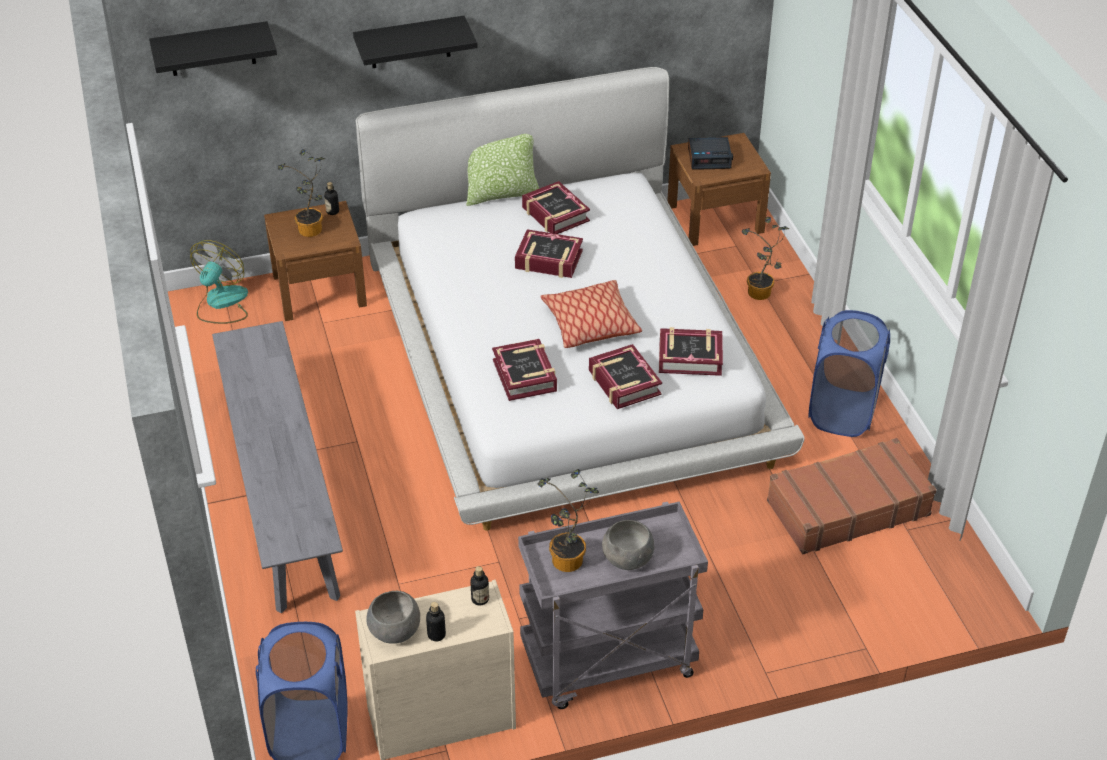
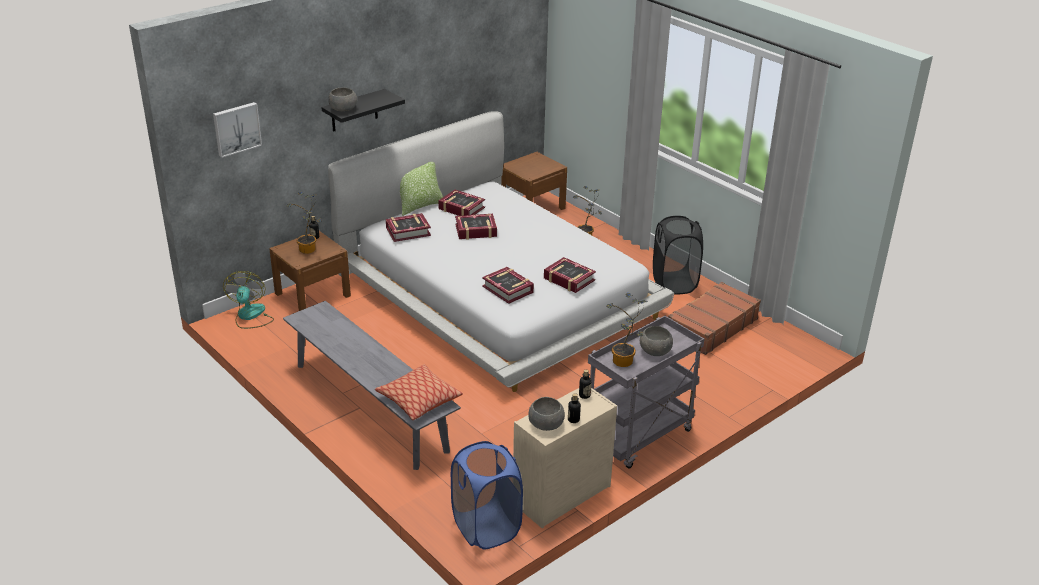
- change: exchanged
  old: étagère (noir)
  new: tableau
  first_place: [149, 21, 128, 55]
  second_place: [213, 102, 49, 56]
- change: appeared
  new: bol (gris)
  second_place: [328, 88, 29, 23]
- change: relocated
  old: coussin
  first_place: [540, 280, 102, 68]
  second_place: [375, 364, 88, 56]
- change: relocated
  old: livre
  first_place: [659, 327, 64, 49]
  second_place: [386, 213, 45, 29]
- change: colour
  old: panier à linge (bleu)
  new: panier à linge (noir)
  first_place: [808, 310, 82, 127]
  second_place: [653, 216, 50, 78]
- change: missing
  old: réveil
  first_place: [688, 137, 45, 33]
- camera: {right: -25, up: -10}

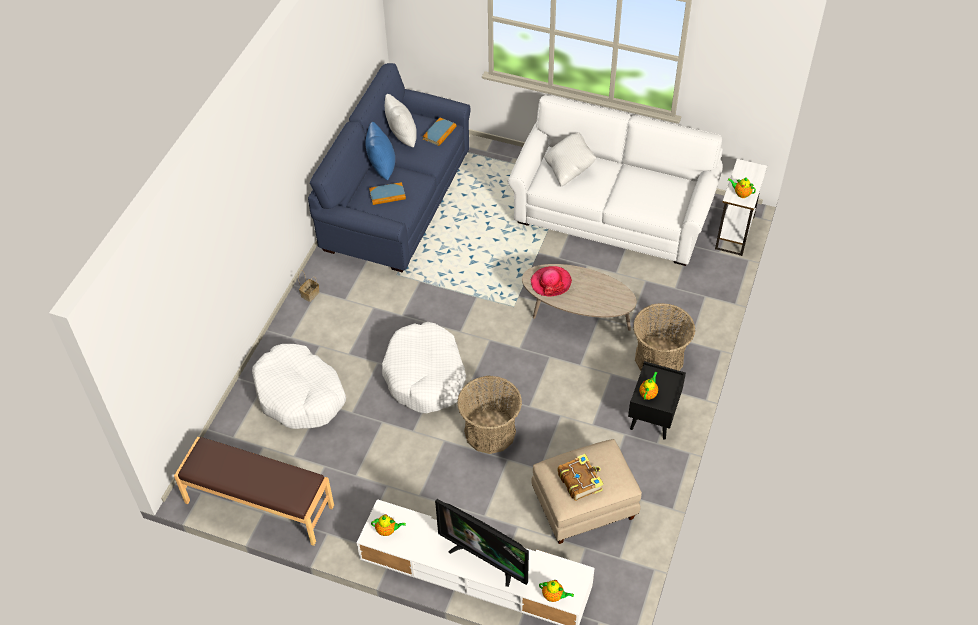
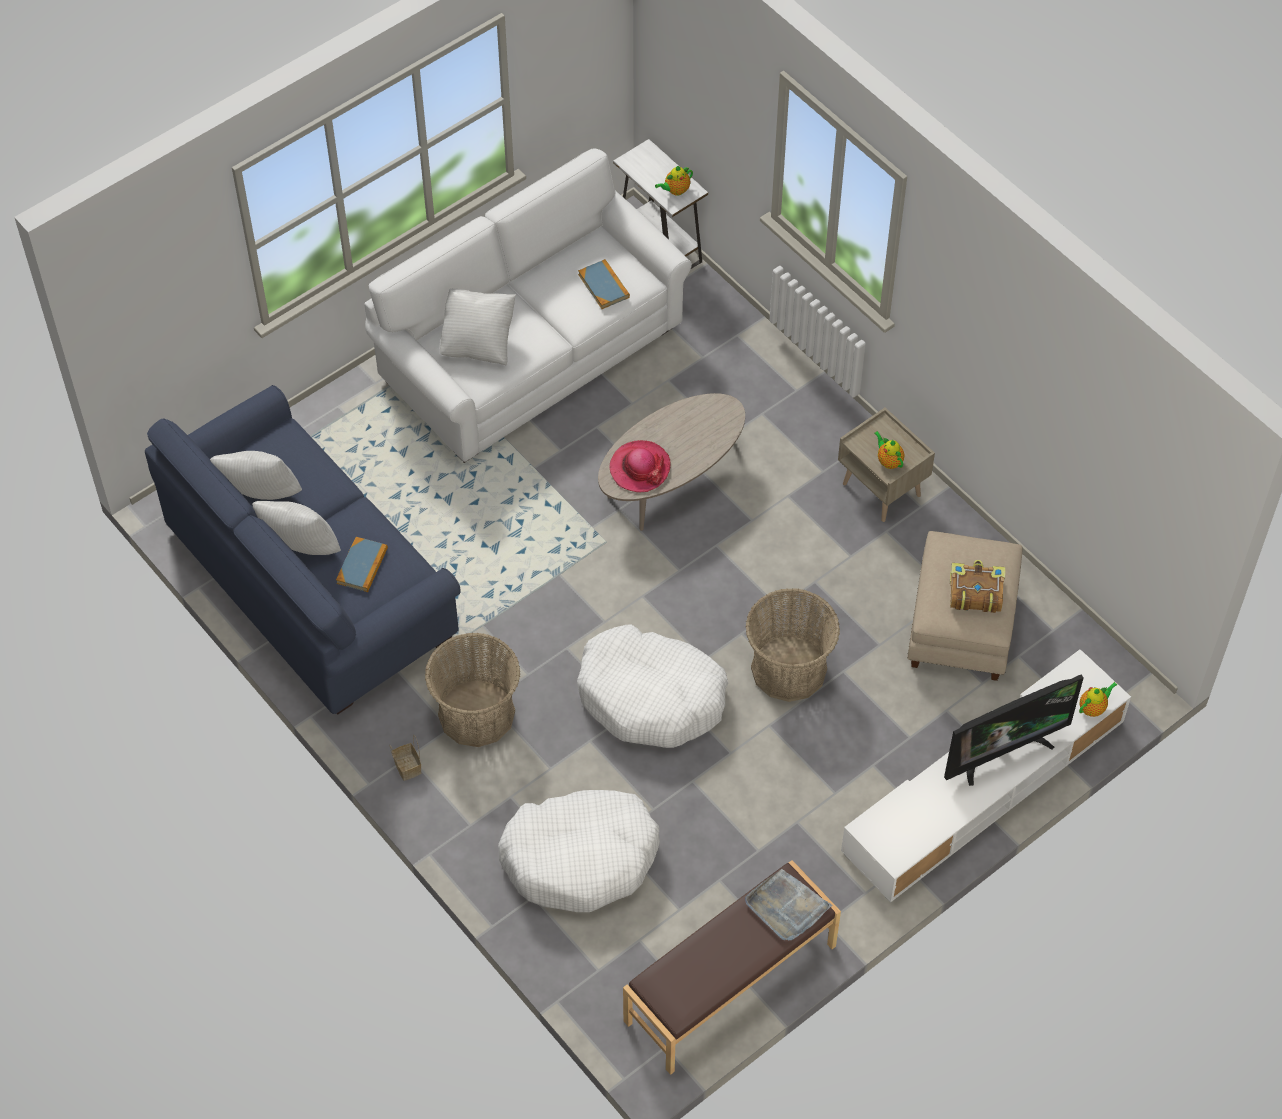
- change: colour
  old: coussin (bleu)
  new: coussin (blanc)
  first_place: [365, 122, 30, 58]
  second_place: [252, 501, 89, 54]
- change: relocated
  old: panier
  first_place: [633, 303, 62, 68]
  second_place: [425, 633, 96, 114]
- change: relocated
  old: livre
  first_place: [423, 118, 34, 28]
  second_place: [578, 259, 52, 50]
- change: appeared
  new: plateau (gris)
  second_place: [745, 869, 87, 71]
- change: colour
  old: table de chevet (noir)
  new: table de chevet (beige)
  first_place: [628, 361, 58, 79]
  second_place: [838, 408, 97, 114]
- change: missing
  old: théière
  first_place: [371, 514, 35, 22]
- camera: {right: -60, up: 5}

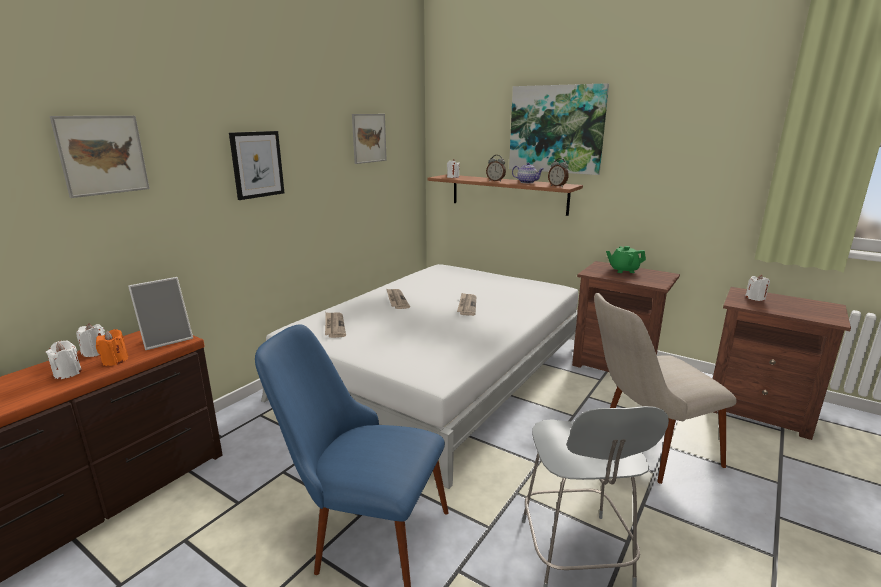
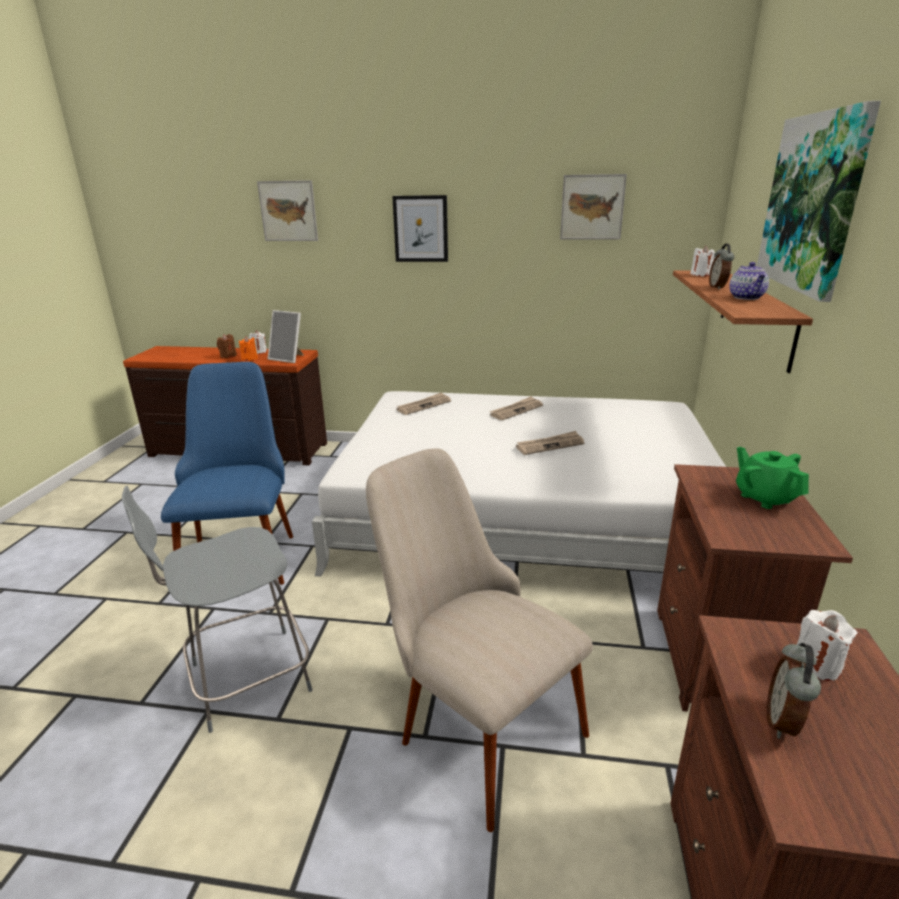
- change: colour
  old: bougie (blanc)
  new: bougie (marron)
  first_place: [46, 341, 36, 38]
  second_place: [217, 334, 20, 24]
- change: relocated
  old: réveil
  first_place: [548, 158, 21, 29]
  second_place: [767, 642, 54, 97]
- camera: {right: 65, up: 5}

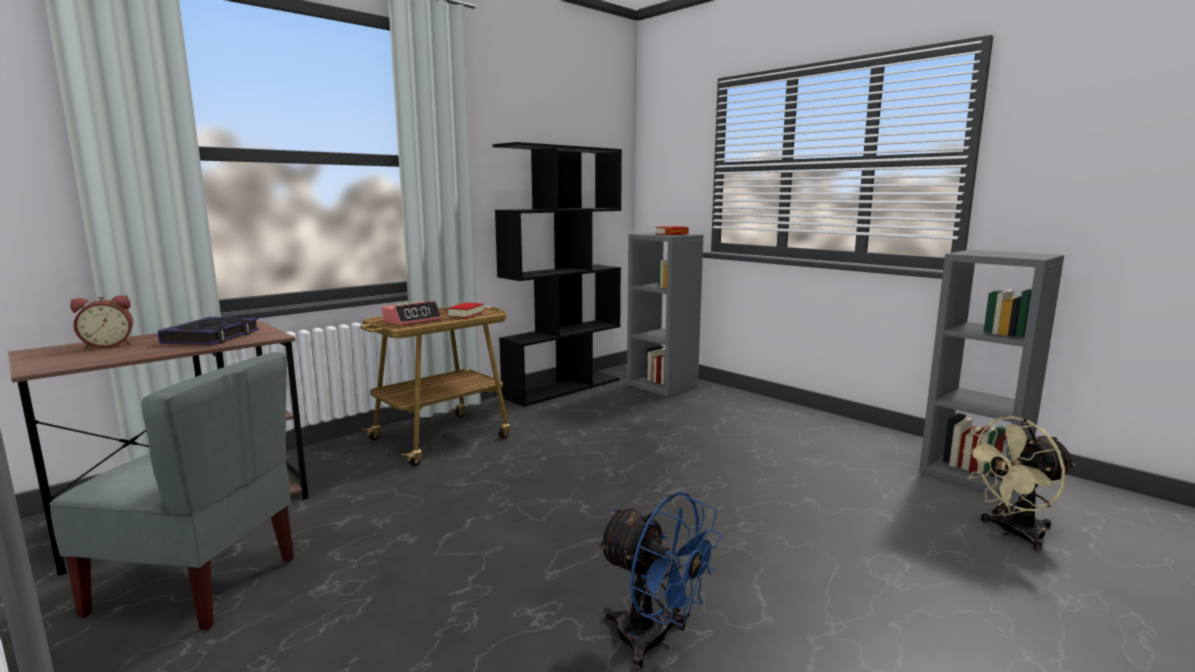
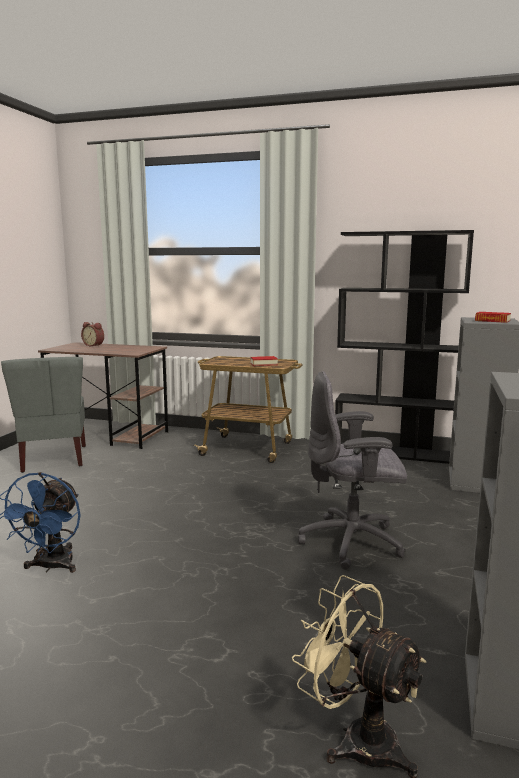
- change: appeared
  new: chaise de bureau (gris)
  second_place: [298, 371, 109, 199]
- change: missing
  old: livre
  first_place: [158, 317, 101, 28]
- change: missing
  old: réveil
  first_place: [382, 301, 60, 25]
- camera: {right: 60, up: 0}

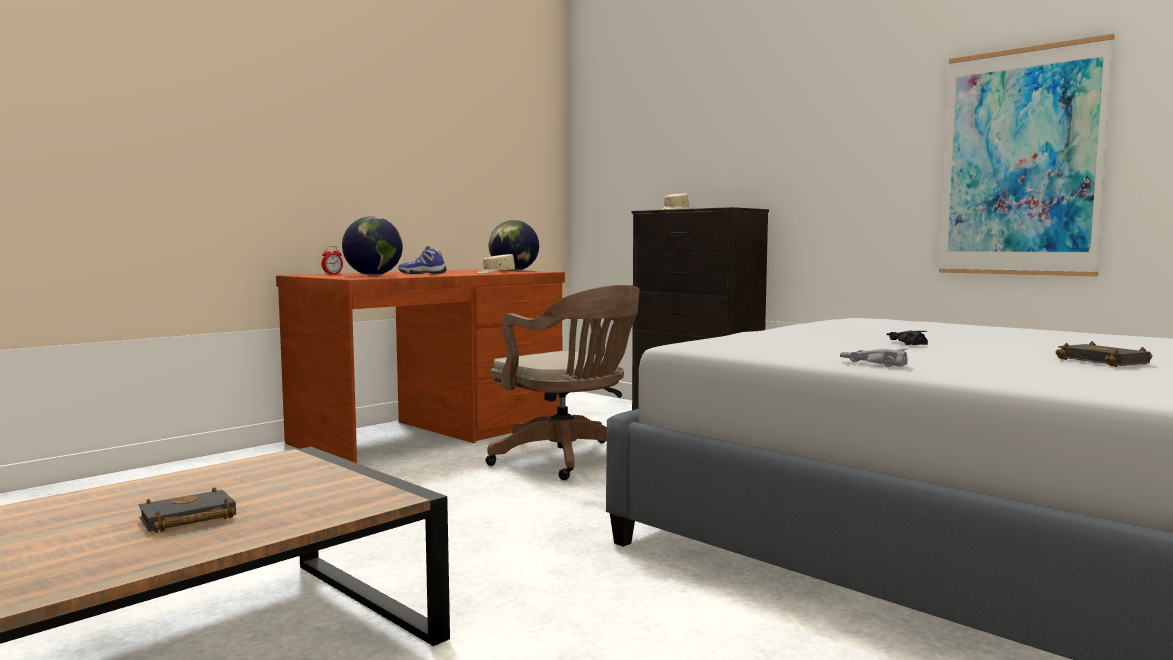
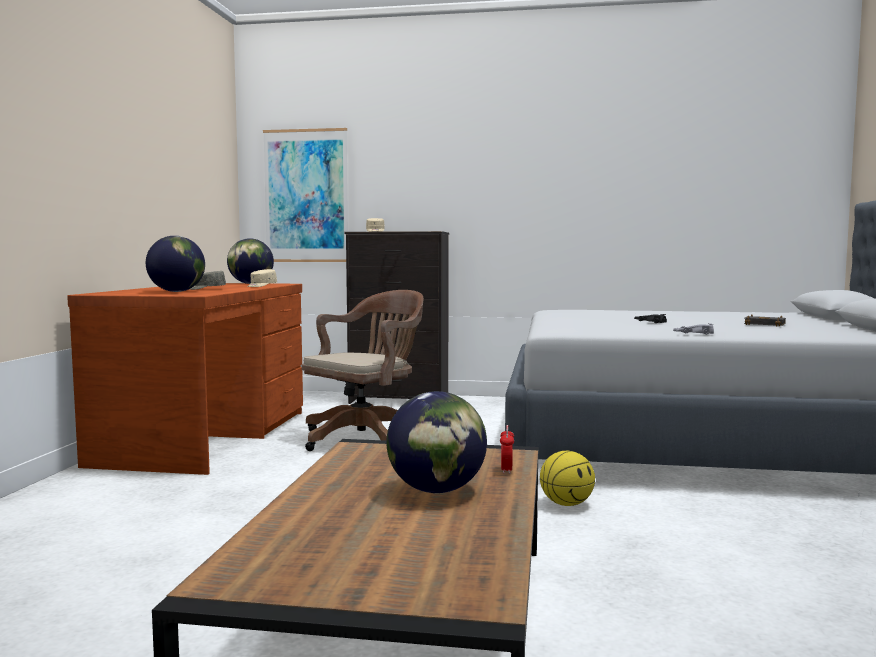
- change: exchanged
  old: chaussure
  new: casquette (gris)
  first_place: [398, 246, 48, 28]
  second_place: [189, 271, 37, 19]
- change: relocated
  old: tableau
  first_place: [939, 34, 176, 242]
  second_place: [263, 128, 85, 134]
- change: spun
  old: chaise de bureau (marron)
  first_place: [486, 285, 154, 195]
  second_place: [302, 290, 122, 161]
  degrees: -60
- change: exchanged
  old: livre (noir)
  new: globe
  first_place: [139, 487, 97, 46]
  second_place: [386, 391, 101, 102]
- change: relocated
  old: réveil
  first_place: [322, 246, 21, 29]
  second_place: [500, 425, 14, 49]
- change: appeared
  new: ballon de basket
  second_place: [540, 451, 55, 55]
- camera: {right: -35, up: 0}

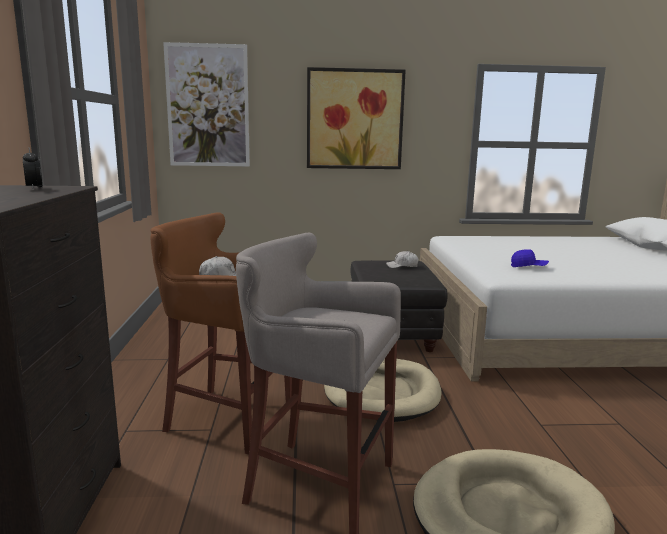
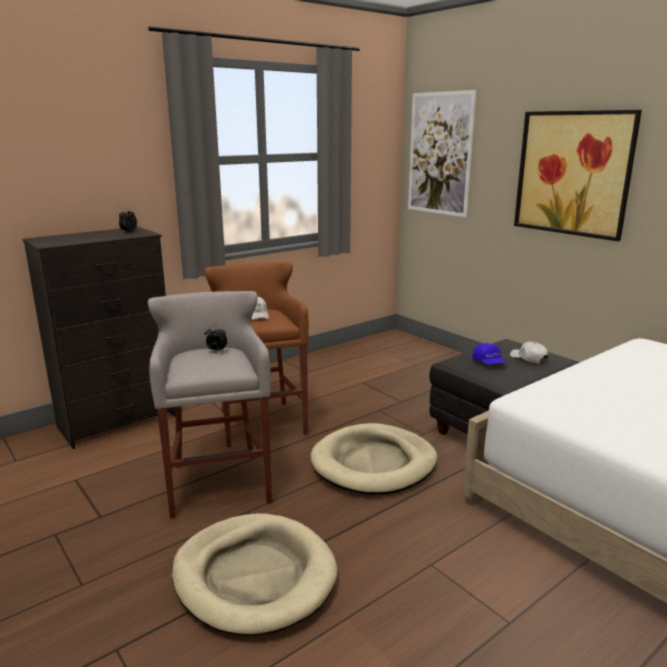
- change: appeared
  new: réveil
  second_place: [204, 325, 23, 27]
- change: relocated
  old: casquette (bleu)
  first_place: [511, 250, 38, 17]
  second_place: [472, 343, 34, 22]
- camera: {right: 55, up: 5}

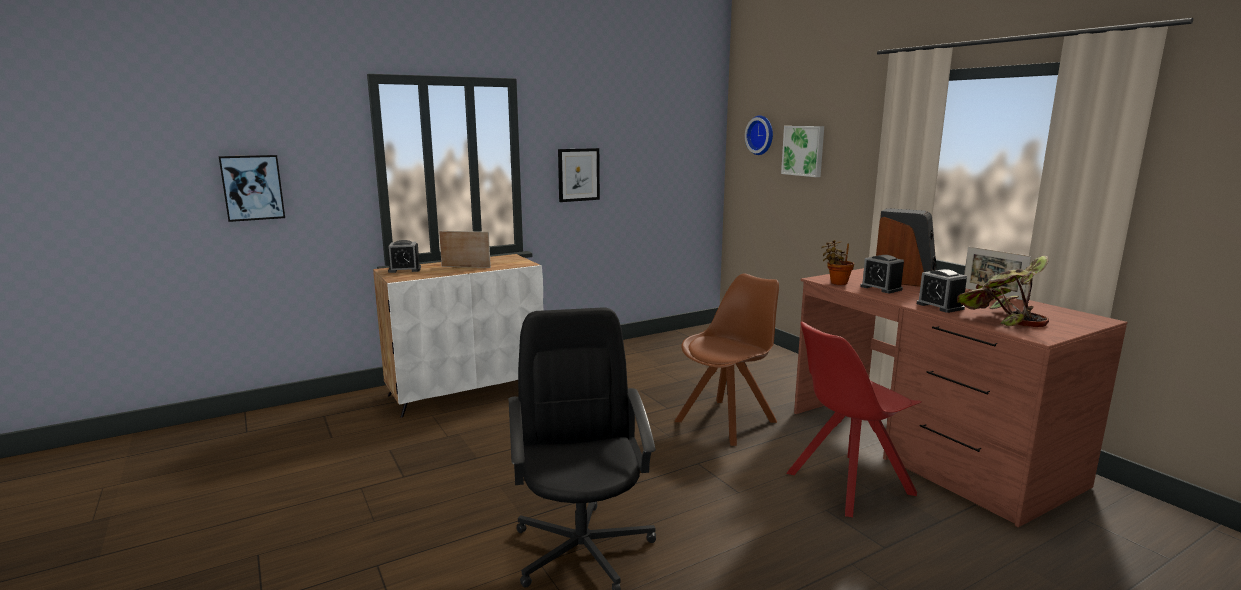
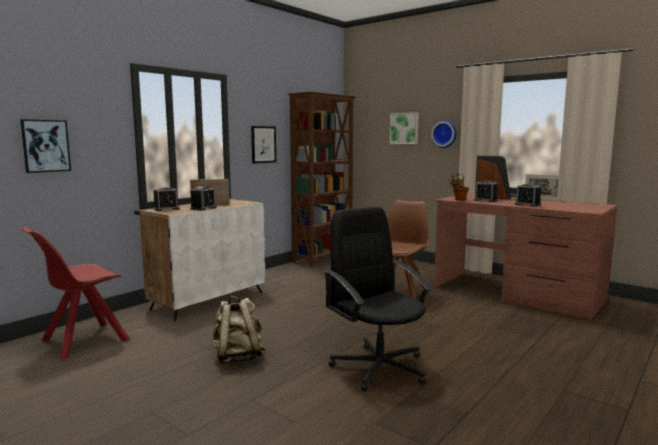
- change: relocated
  old: chaise (rouge)
  first_place: [786, 322, 136, 195]
  second_place: [22, 227, 108, 132]
- change: appeared
  new: réveil
  second_place: [190, 186, 27, 25]
- change: appeared
  new: sac à dos (beige)
  second_place: [212, 296, 54, 68]
- change: appeared
  new: bibliothèque (marron)
  second_place: [288, 92, 68, 175]
- change: relocated
  old: horloge murale
  first_place: [745, 115, 28, 40]
  second_place: [431, 120, 26, 28]
- change: missing
  old: plante en pot
  first_place: [957, 256, 92, 71]
- camera: {right: -20, up: -5}

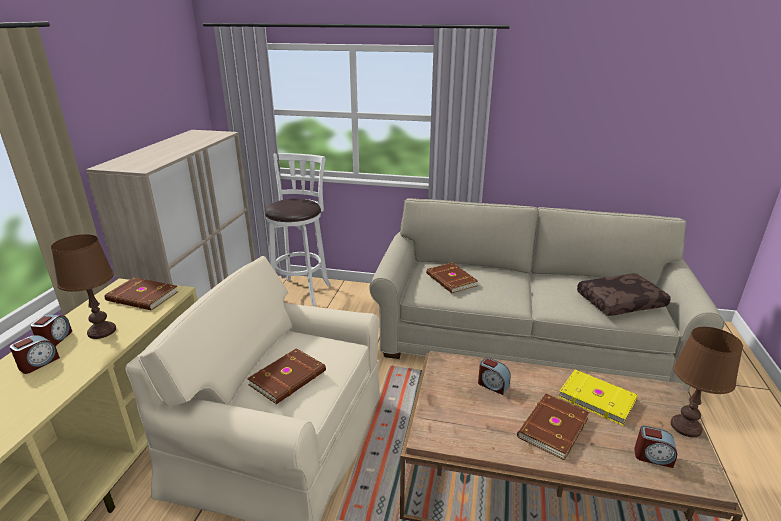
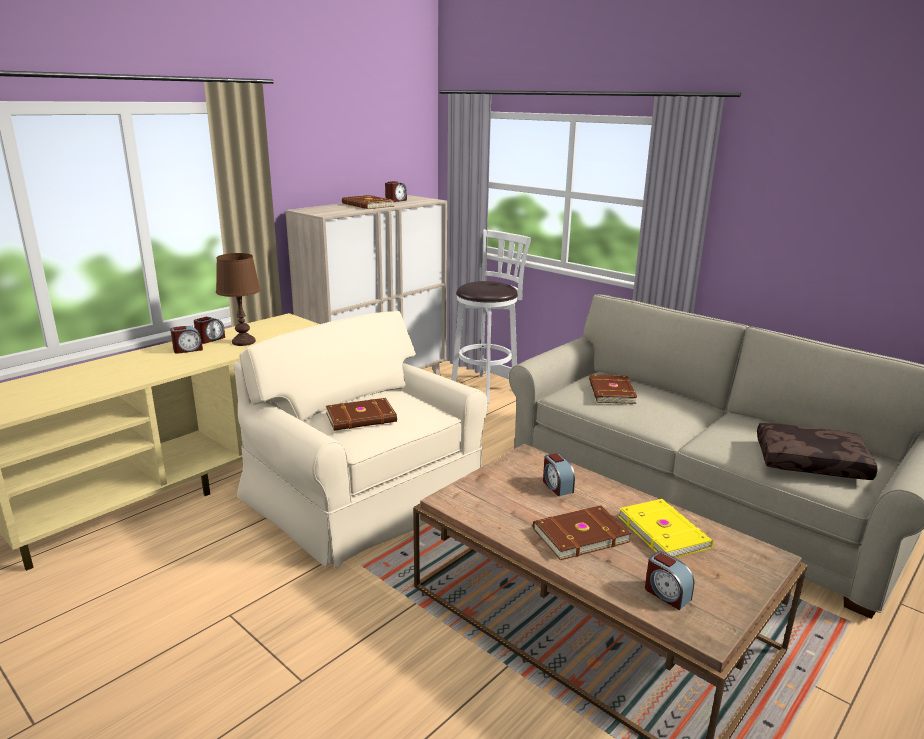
- change: relocated
  old: livre (marron)
  first_place: [104, 277, 74, 33]
  second_place: [342, 195, 53, 14]
- change: appeared
  new: réveil
  second_place: [385, 181, 22, 21]
- change: missing
  old: lampe de table (marron)
  first_place: [670, 327, 73, 110]
- camera: {right: 30, up: -5}

